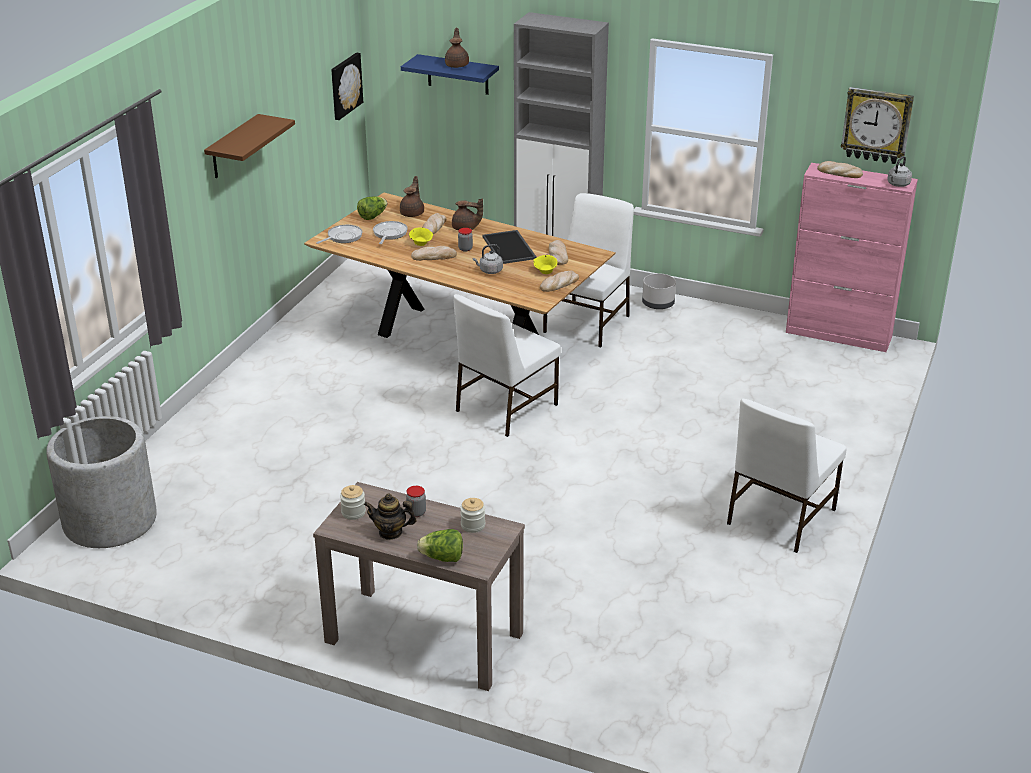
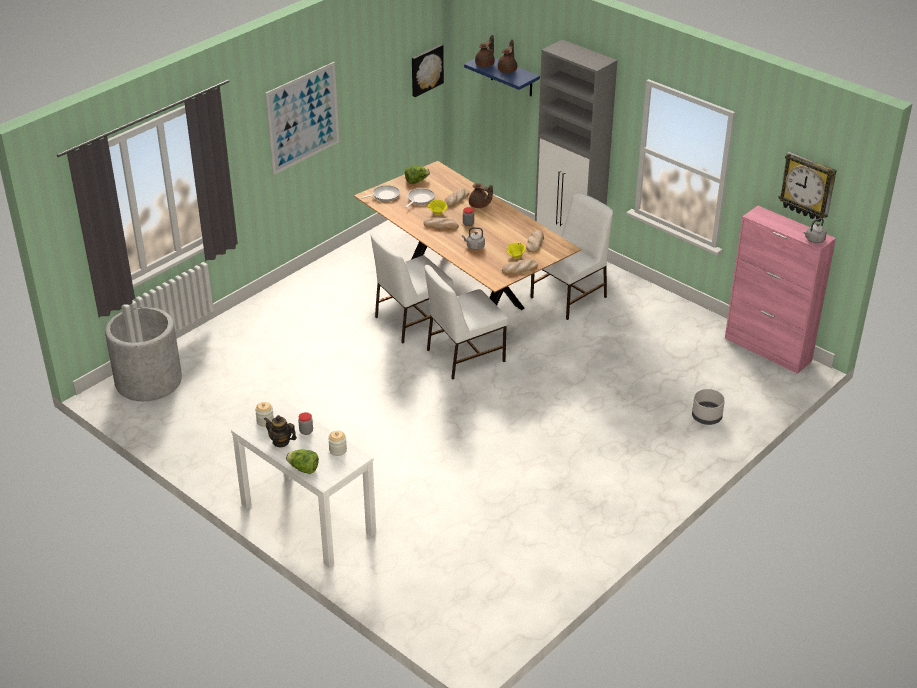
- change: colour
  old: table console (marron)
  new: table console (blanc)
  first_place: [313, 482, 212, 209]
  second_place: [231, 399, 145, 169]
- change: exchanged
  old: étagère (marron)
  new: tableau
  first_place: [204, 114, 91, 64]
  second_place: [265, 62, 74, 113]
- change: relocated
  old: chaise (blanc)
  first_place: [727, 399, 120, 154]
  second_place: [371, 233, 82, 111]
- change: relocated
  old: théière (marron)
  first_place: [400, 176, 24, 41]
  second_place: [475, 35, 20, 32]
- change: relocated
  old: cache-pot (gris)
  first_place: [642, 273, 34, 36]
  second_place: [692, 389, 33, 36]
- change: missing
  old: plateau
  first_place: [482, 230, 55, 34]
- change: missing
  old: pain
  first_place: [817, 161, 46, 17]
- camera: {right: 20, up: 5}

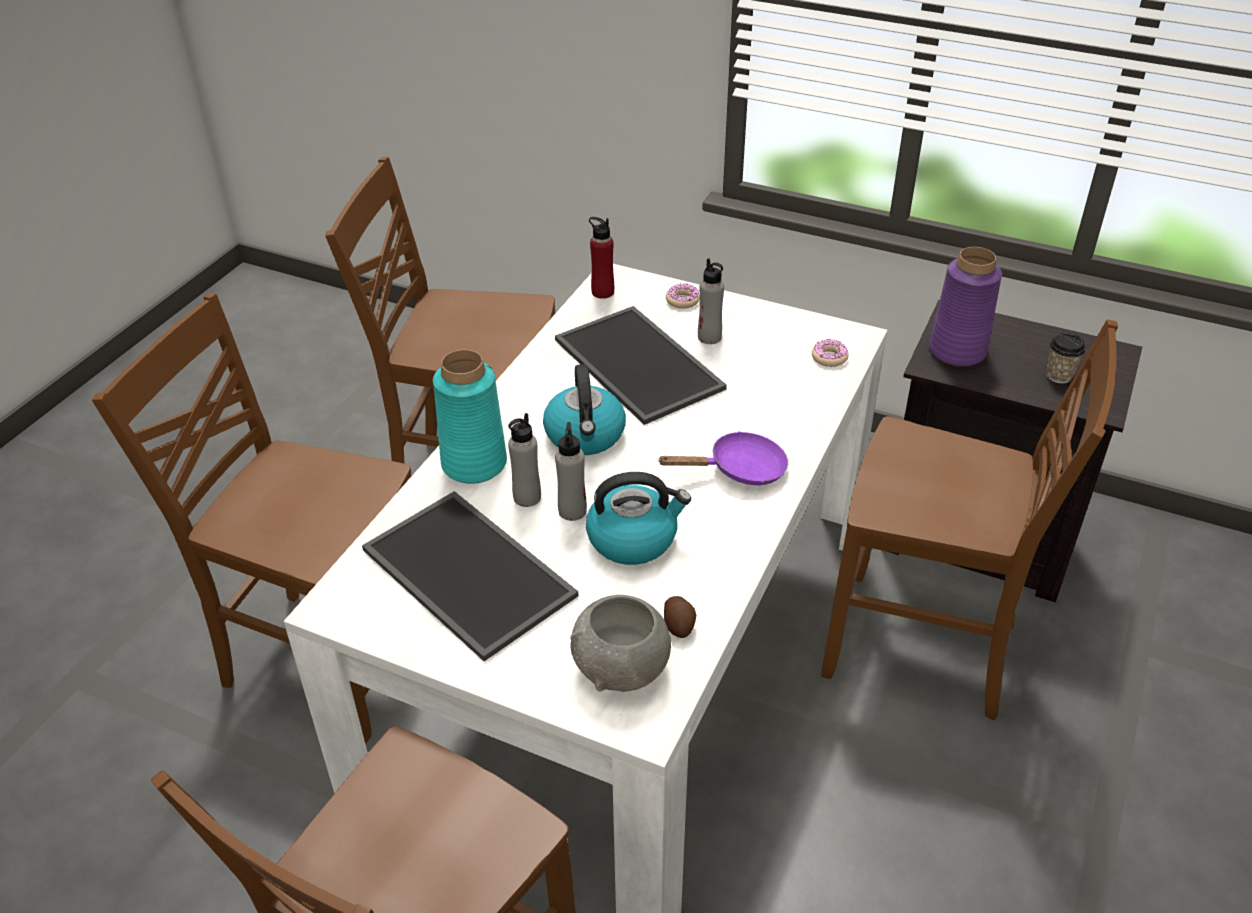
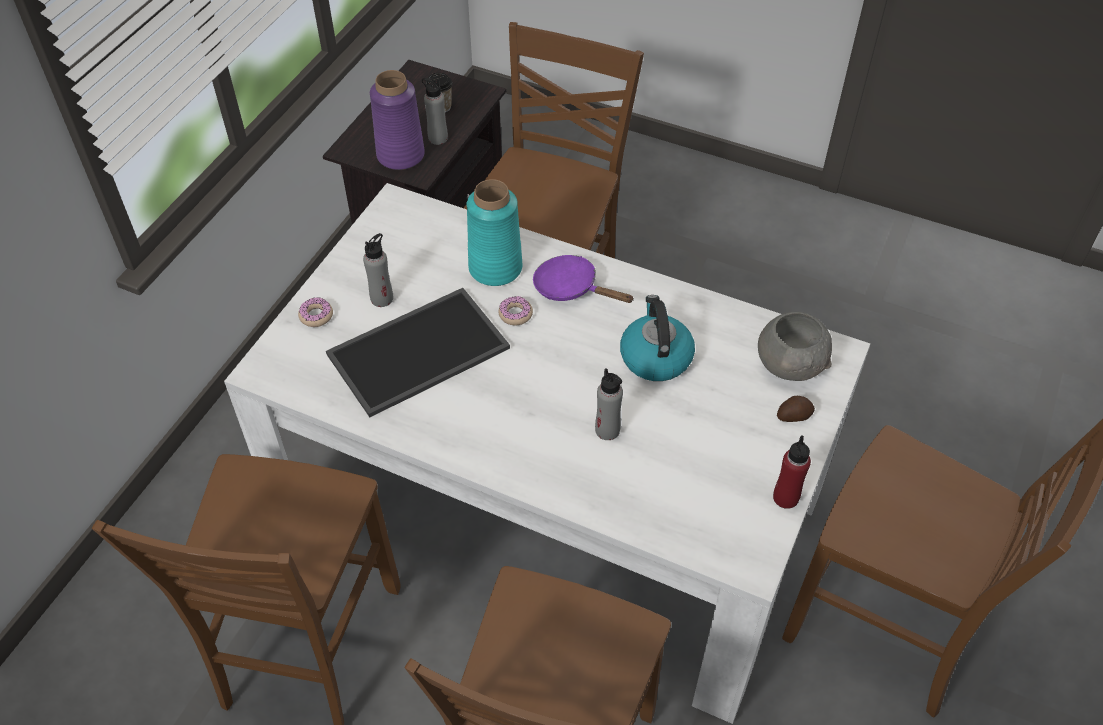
- change: relocated
  old: bouteille (gris)
  first_place: [555, 422, 32, 99]
  second_place: [422, 78, 26, 67]
- change: relocated
  old: vase (turquoise)
  first_place: [433, 350, 74, 134]
  second_place: [467, 179, 55, 107]
- change: relocated
  old: beignet
  first_place: [812, 339, 37, 28]
  second_place: [498, 296, 35, 29]
- change: spun
  old: poêle (violet)
  first_place: [657, 431, 131, 55]
  second_place: [533, 255, 100, 48]
  degrees: -45
- change: relocated
  old: bouteille (rouge)
  first_place: [589, 217, 25, 82]
  second_place: [773, 436, 38, 73]
- change: relocated
  old: pomme de terre
  first_place: [664, 596, 32, 42]
  second_place: [777, 396, 38, 26]
- change: missing
  old: plateau
  first_place: [362, 491, 216, 170]
- change: missing
  old: bouilloire
  first_place: [543, 364, 83, 91]
- camera: {right: -90, up: 10}

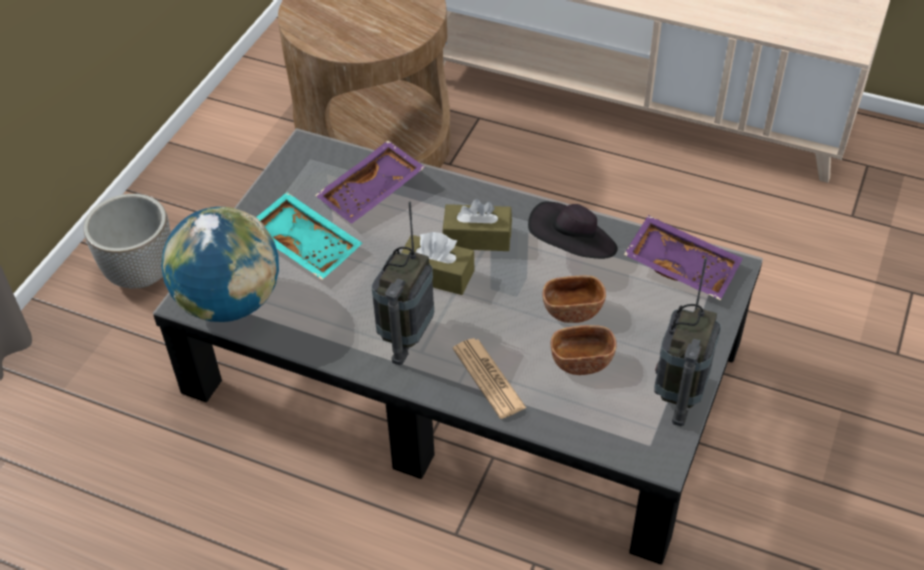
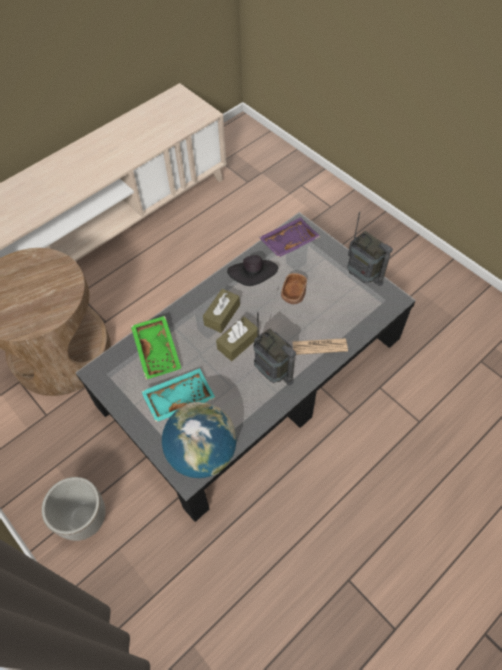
- change: colour
  old: plateau (violet)
  new: plateau (vert)
  first_place: [315, 141, 110, 83]
  second_place: [131, 316, 50, 64]
- change: missing
  old: bol (marron)
  first_place: [551, 325, 66, 50]
- camera: {right: -65, up: 10}

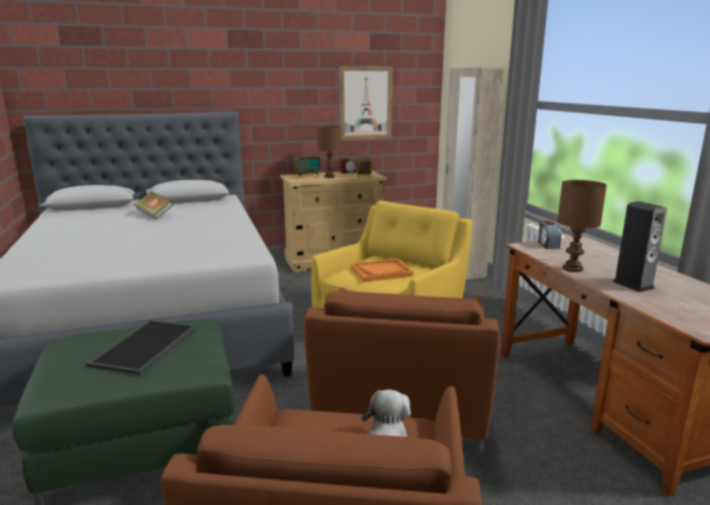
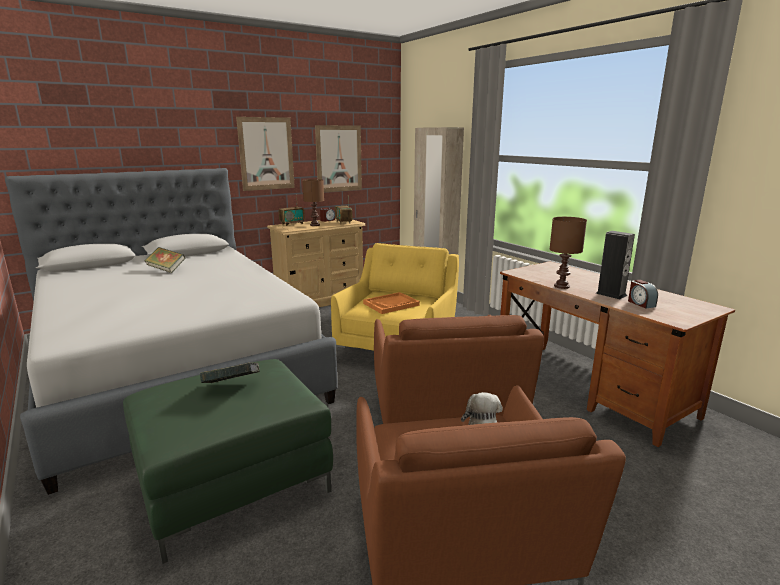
- change: exchanged
  old: plateau
  new: livre
  first_place: [86, 320, 110, 55]
  second_place: [200, 363, 60, 20]
- change: appeared
  new: tableau
  second_place: [236, 117, 59, 74]
- change: relocated
  old: réveil
  first_place: [538, 221, 23, 28]
  second_place: [628, 280, 30, 28]
- camera: {right: -15, up: 0}

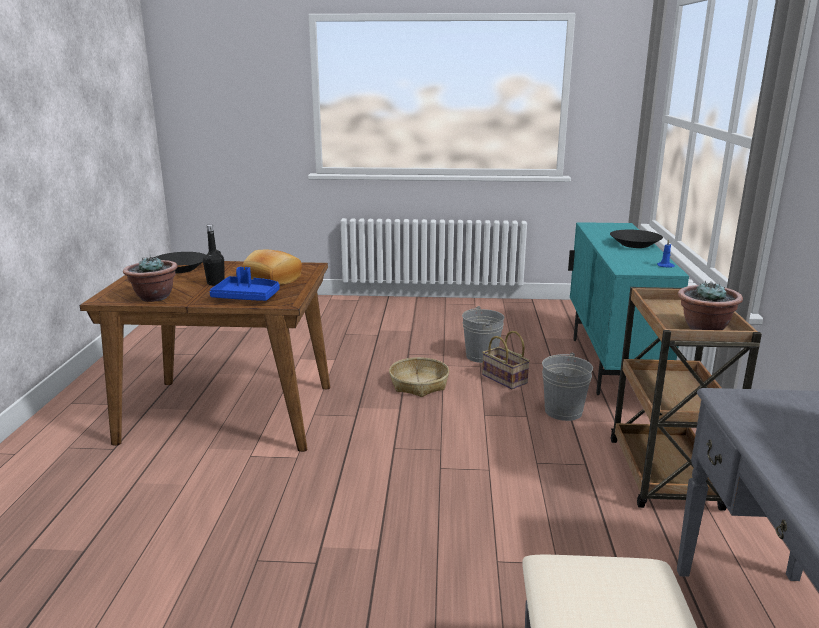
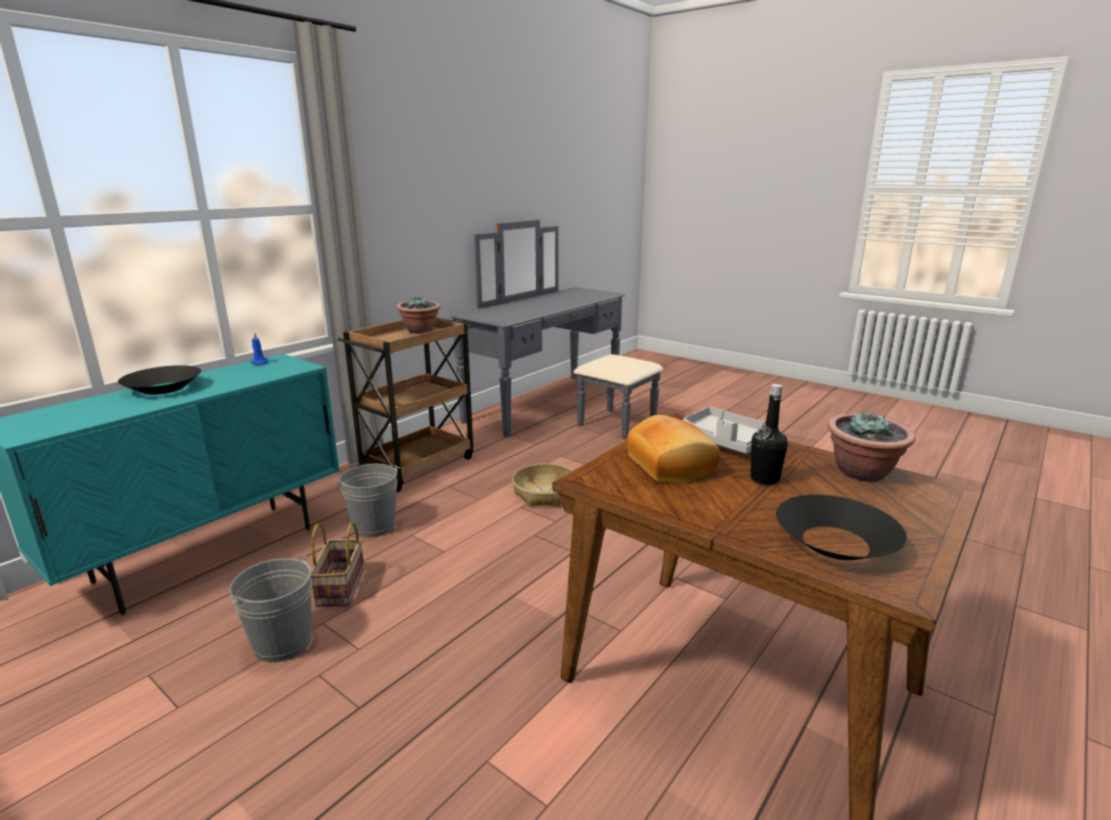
- change: relocated
  old: panier
  first_place: [389, 357, 60, 40]
  second_place: [512, 463, 62, 44]
- change: colour
  old: plateau (bleu)
  new: plateau (gris)
  first_place: [210, 267, 70, 34]
  second_place: [682, 407, 84, 47]
- camera: {right: -145, up: 0}

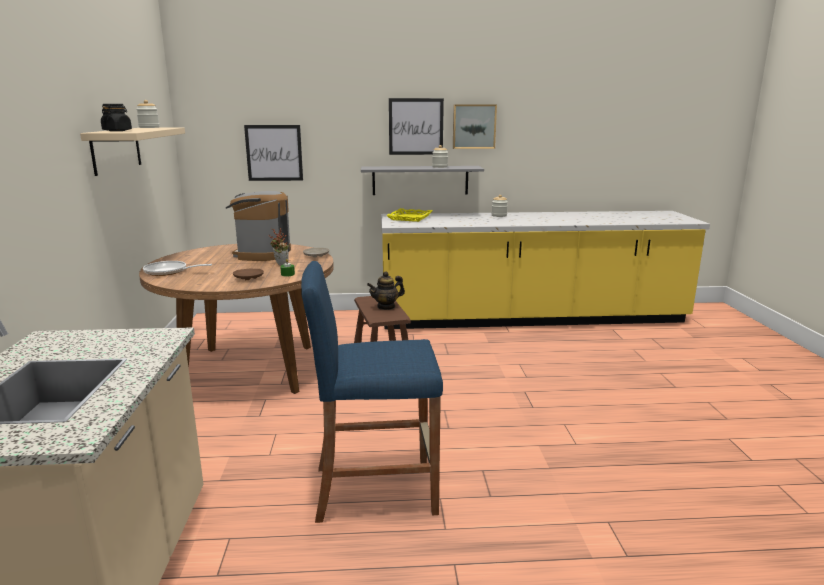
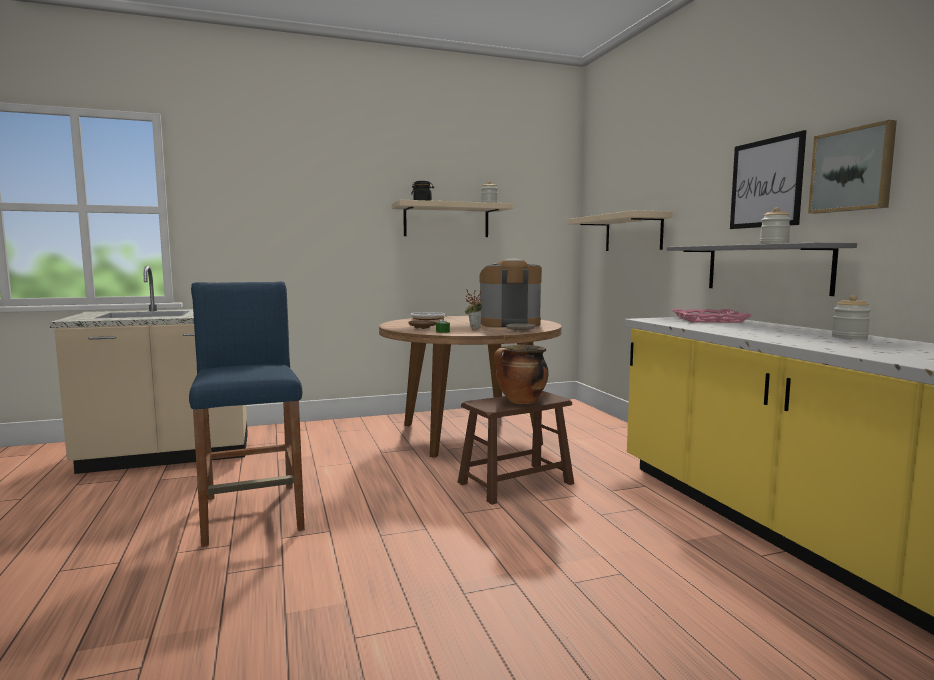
- change: exchanged
  old: théière
  new: marmite
  first_place: [367, 271, 38, 39]
  second_place: [494, 345, 55, 59]
- change: exchanged
  old: tableau
  new: étagère (beige)
  first_place: [244, 125, 59, 56]
  second_place: [567, 210, 106, 41]
- change: colour
  old: plateau (jaune)
  new: plateau (rose)
  first_place: [386, 208, 46, 14]
  second_place: [672, 309, 80, 14]
- camera: {right: 75, up: -10}

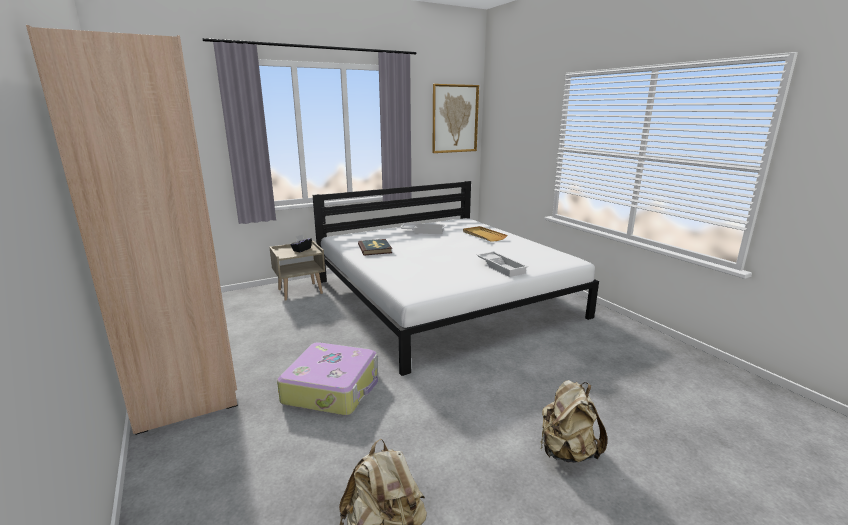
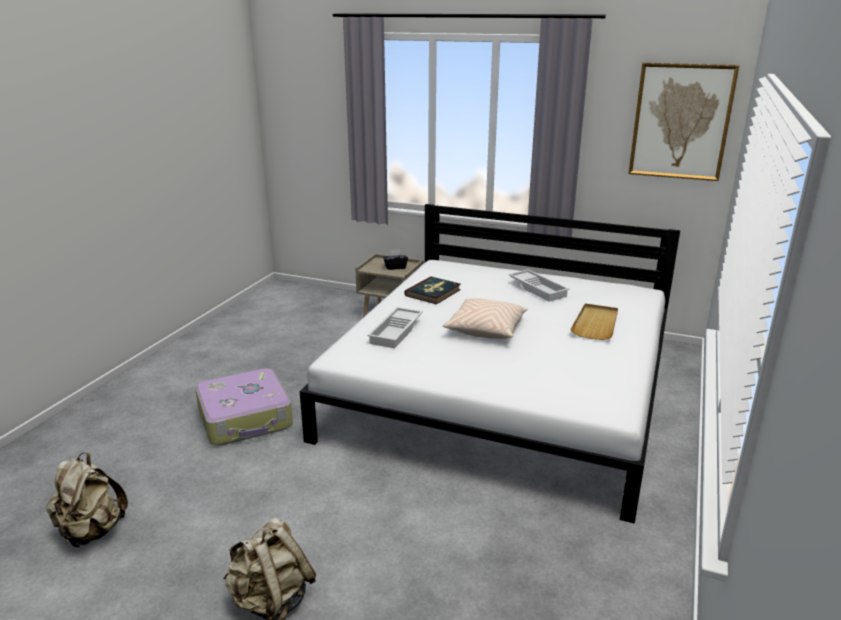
- change: relocated
  old: plateau (blanc)
  first_place: [477, 251, 51, 26]
  second_place: [367, 307, 56, 41]
- change: appeared
  new: coussin (beige)
  second_place: [443, 298, 85, 41]
- change: missing
  old: armoire (beige)
  first_place: [26, 25, 212, 410]
- camera: {right: 50, up: 5}

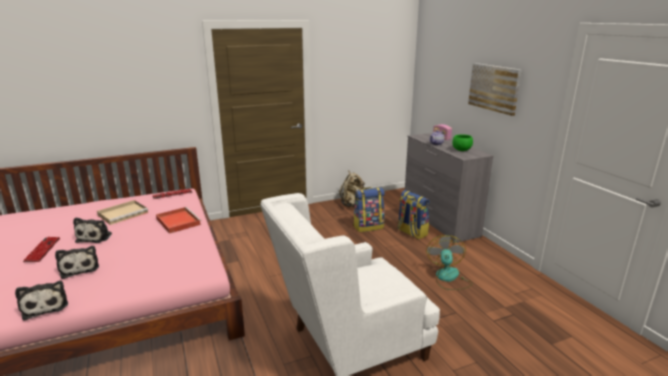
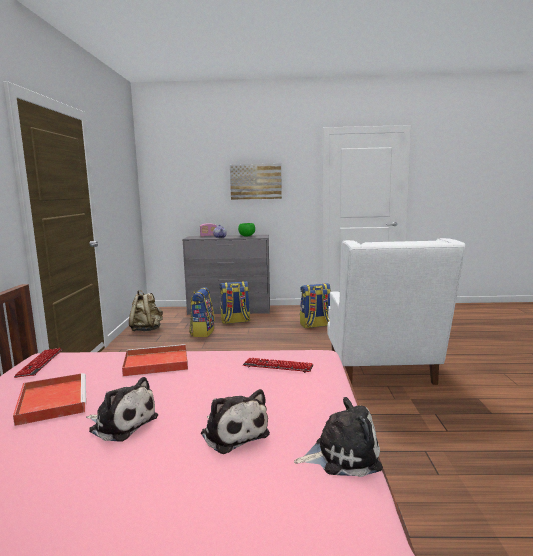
- change: colour
  old: plateau (beige)
  new: plateau (rouge)
  first_place: [97, 200, 51, 25]
  second_place: [13, 373, 73, 53]
- change: spun
  old: peluche
  first_place: [55, 246, 44, 33]
  second_place: [201, 389, 69, 65]
  degrees: 60
- change: relocated
  old: clavier
  first_place: [23, 237, 37, 25]
  second_place: [243, 358, 70, 15]
- change: exchanged
  old: ventilateur
  new: sac à dos
  first_place: [426, 235, 46, 55]
  second_place: [300, 283, 31, 45]
- camera: {right: -65, up: -10}

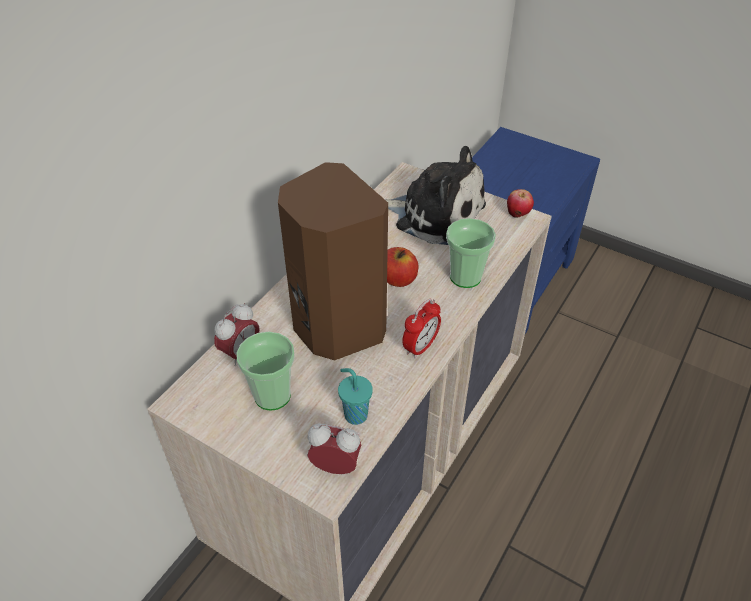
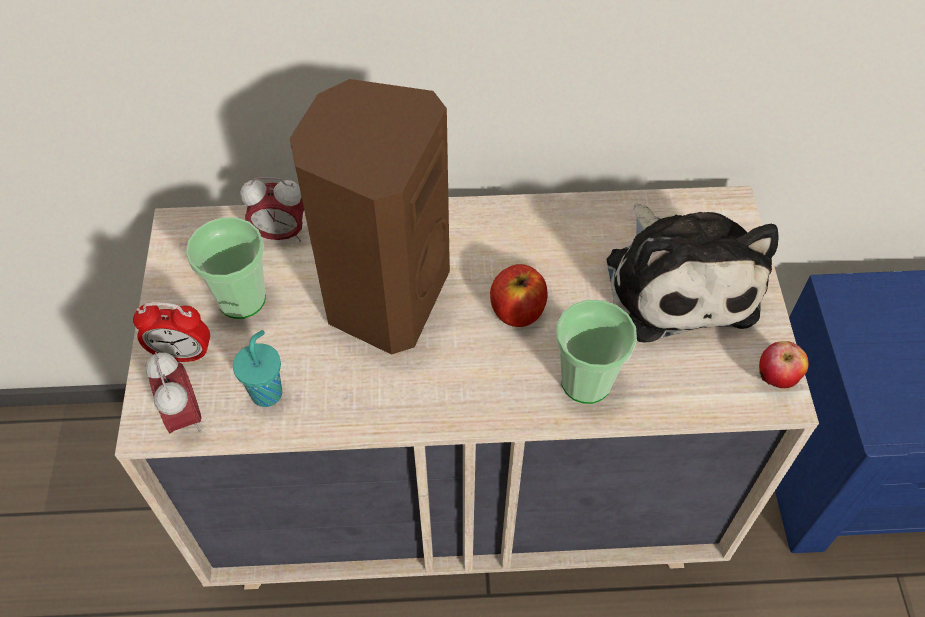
- change: relocated
  old: réveil
  first_place: [402, 299, 39, 60]
  second_place: [133, 302, 77, 60]
- camera: {right: 55, up: 10}

